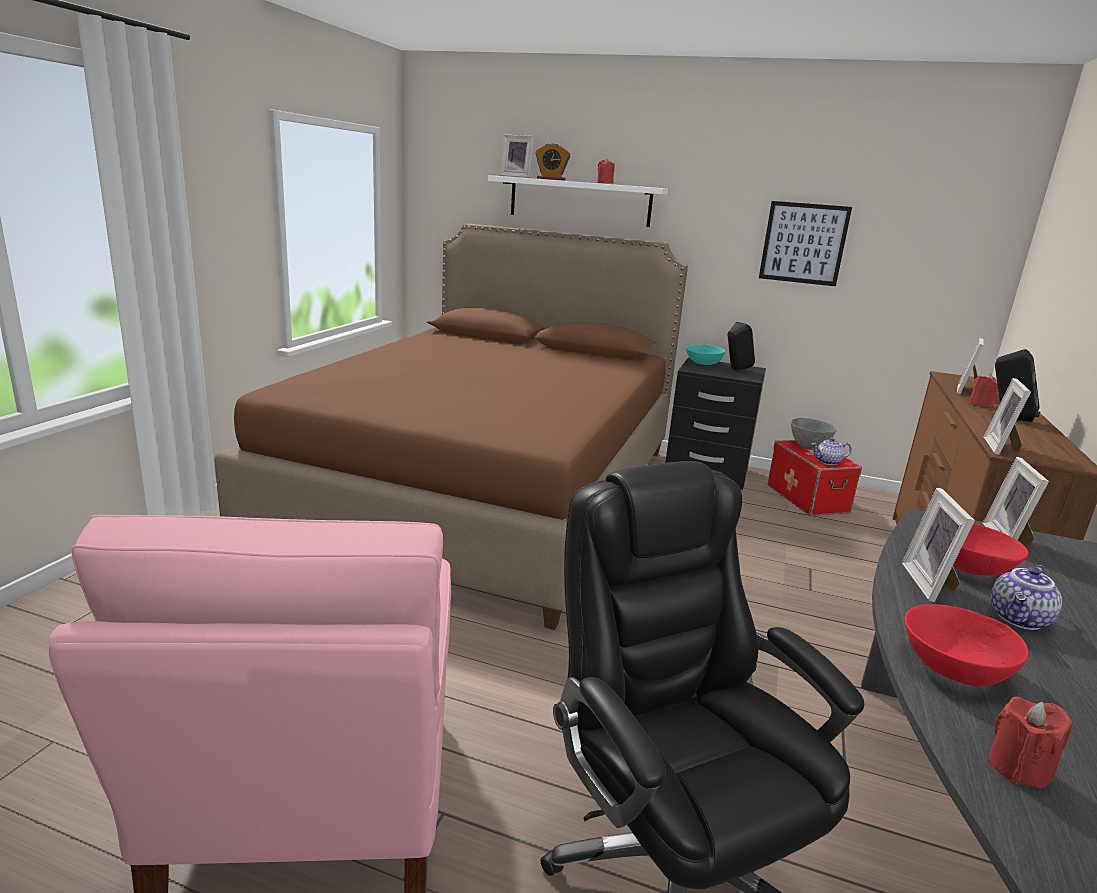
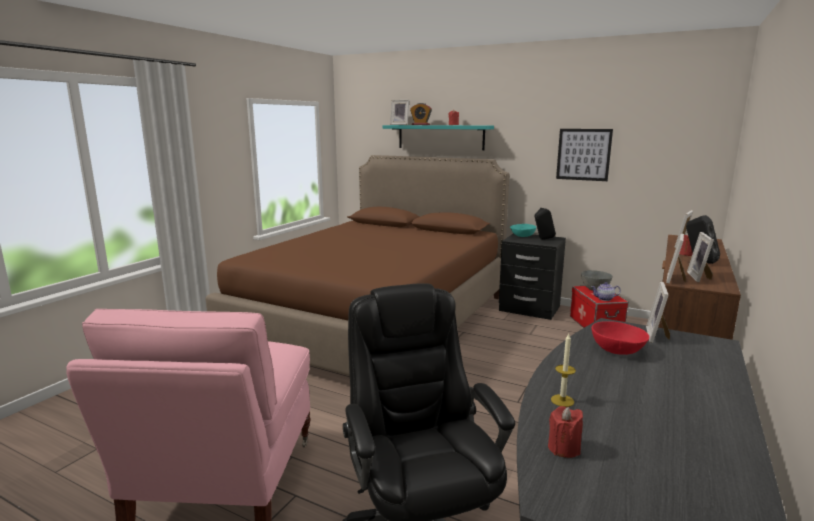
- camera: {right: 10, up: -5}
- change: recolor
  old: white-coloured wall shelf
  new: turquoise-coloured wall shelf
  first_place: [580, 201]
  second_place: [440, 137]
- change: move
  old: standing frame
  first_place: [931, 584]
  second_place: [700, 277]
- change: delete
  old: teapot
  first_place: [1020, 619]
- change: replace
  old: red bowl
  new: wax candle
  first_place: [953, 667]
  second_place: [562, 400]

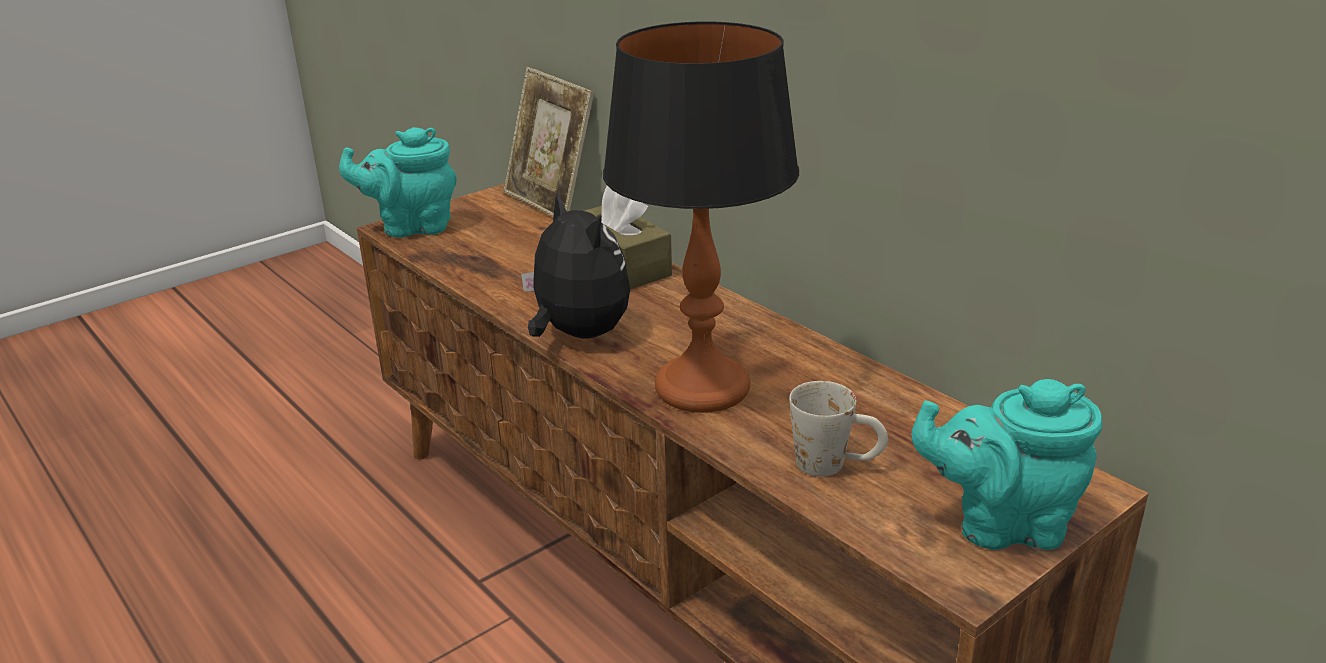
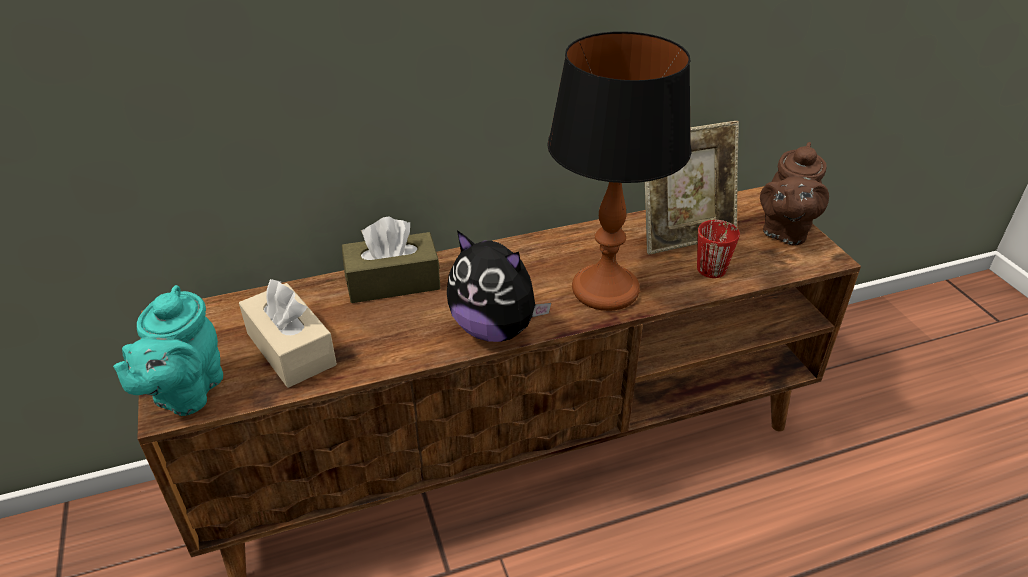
- camera: {right: -70, up: 10}
- change: move
  old: standing frame
  first_place: [551, 202]
  second_place: [684, 235]
- change: rotate
  old: soft toy
  first_place: [577, 334]
  second_place: [494, 329]
  degrees: -135
- change: recolor
  old: turquoise-coloured teapot
  new: brown-coloured teapot
  first_place: [1001, 524]
  second_place: [784, 231]
- change: recolor
  old: white-coloured tea mug
  new: red tea mug
  first_place: [835, 465]
  second_place: [715, 264]
- change: insert
  new: sand-coloured tissue box
  second_place: [291, 349]

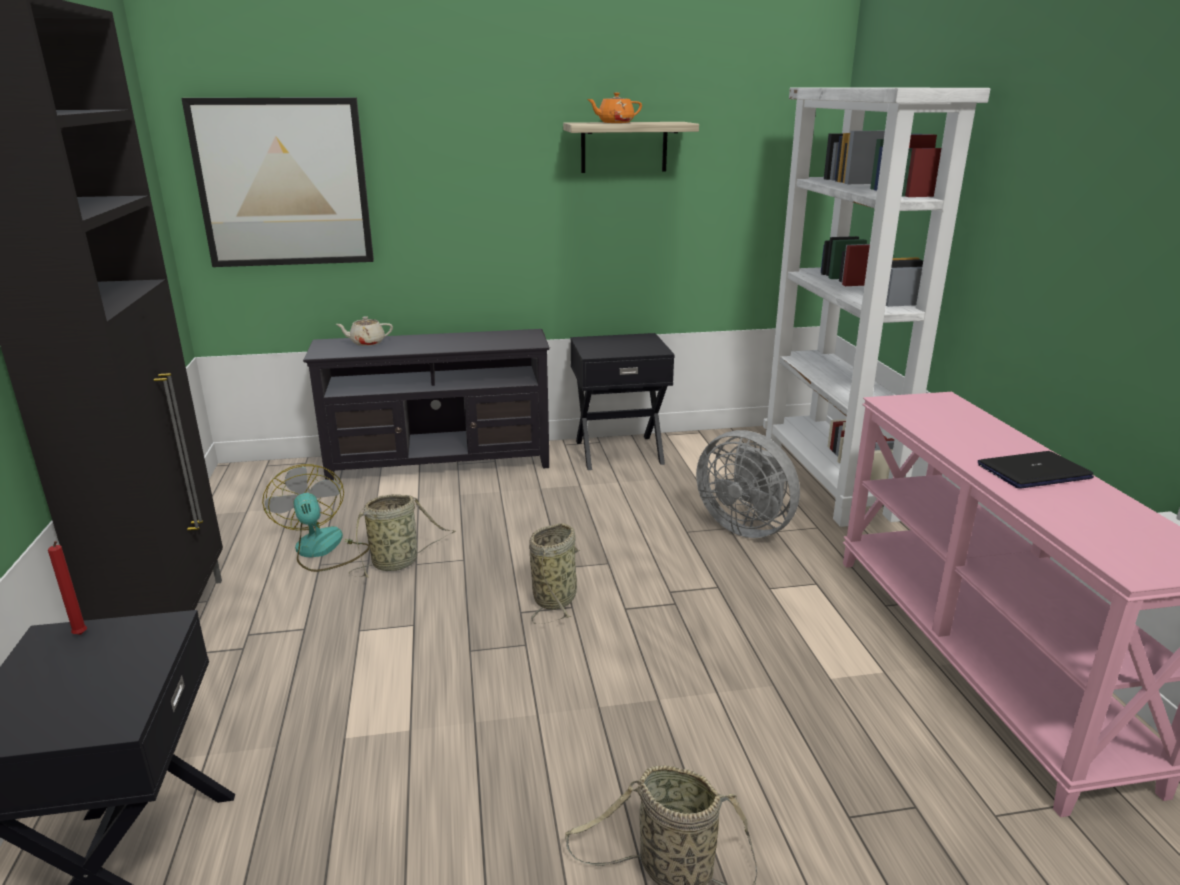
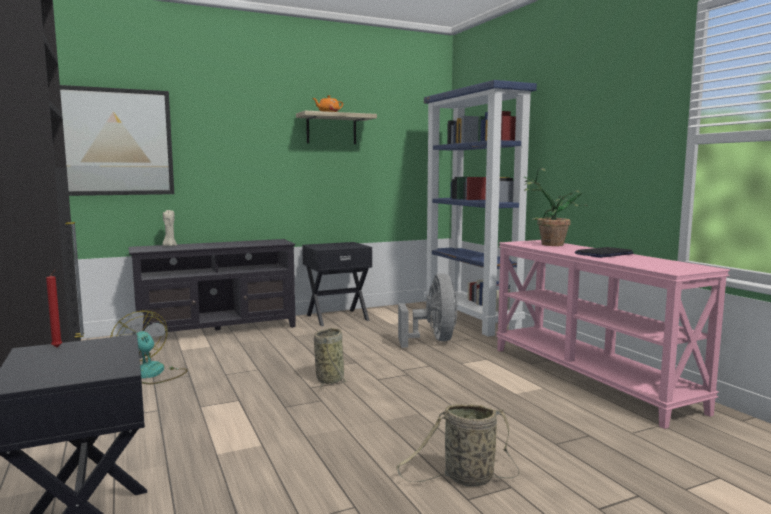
- camera: {right: -15, up: -15}
- change: recolor
  old: white-coloured bookcase
  new: blue-coloured bookcase
  first_place: [829, 480]
  second_place: [471, 319]
- change: replace
  old: sand-coloured teapot
  new: sand-coloured wax candle
  first_place: [367, 343]
  second_place: [169, 246]
- change: rotate
  old: greyish electric fan
  first_place: [746, 526]
  second_place: [433, 340]
  degrees: -120
- change: delete
  old: household basket
  first_place: [398, 562]
- change: insert
  new: houseplant
  second_place: [546, 244]

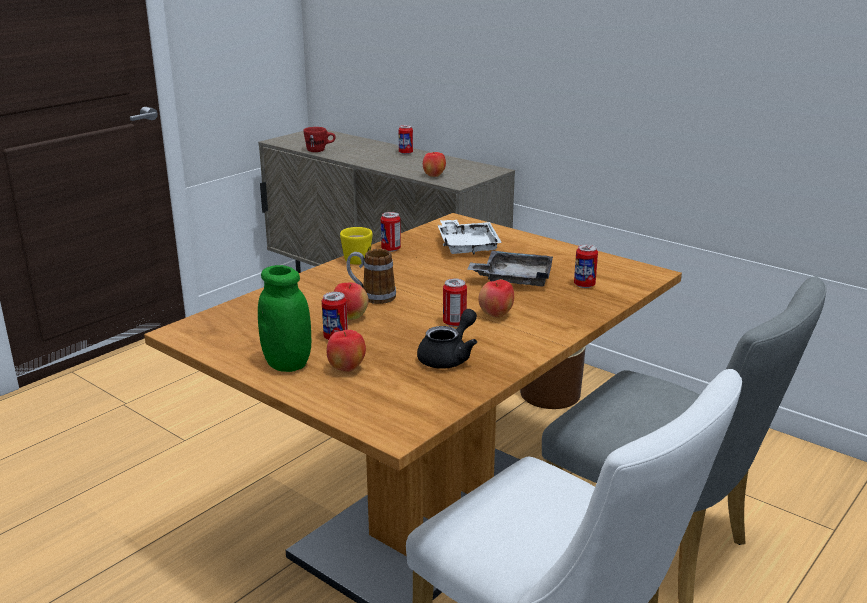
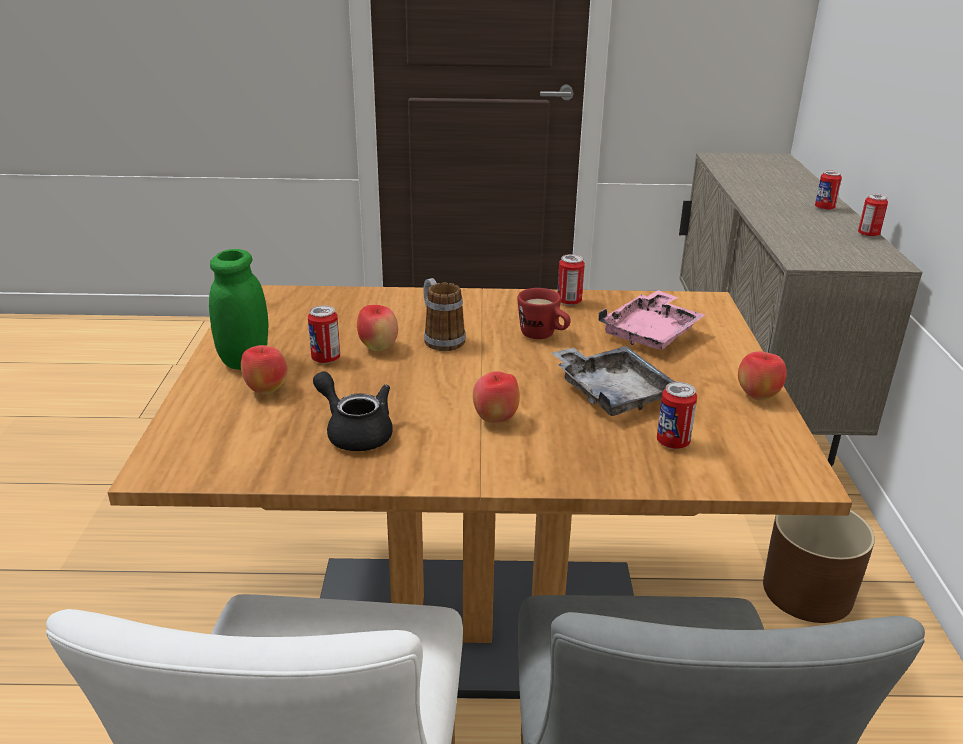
- camera: {right: 50, up: 5}
- change: move
  old: red tea mug
  first_place: [320, 150]
  second_place: [543, 336]
- change: move
  old: whole apple
  first_place: [434, 176]
  second_place: [757, 396]
- change: recolor
  old: white-coloured carrying tray
  new: pink-coloured carrying tray
  first_place: [467, 246]
  second_place: [651, 333]
- change: delete
  old: yellowish tea mug
  first_place: [355, 259]
- change: move
  old: metal can
  first_place: [454, 323]
  second_place: [868, 234]
- change: rotate
  old: black teapot
  first_place: [449, 357]
  second_place: [355, 432]
  degrees: -135

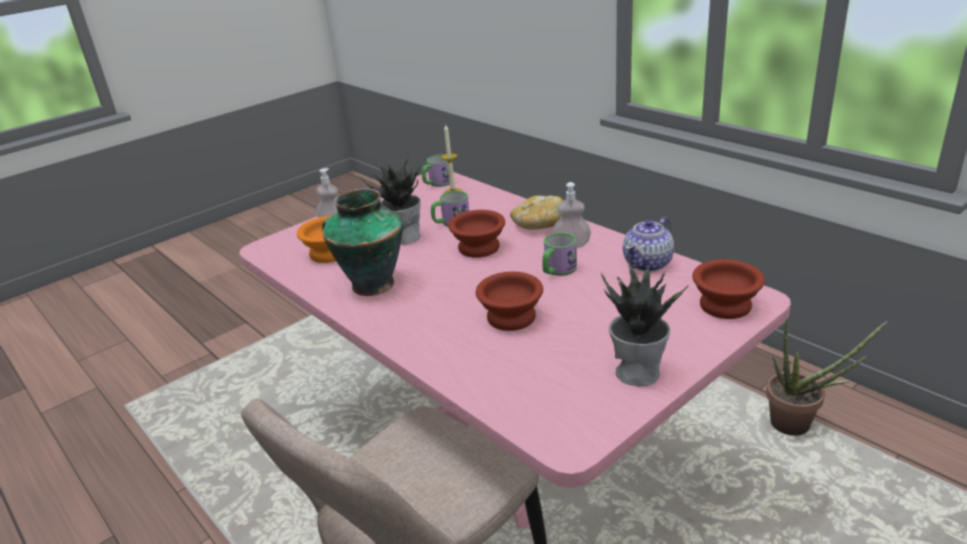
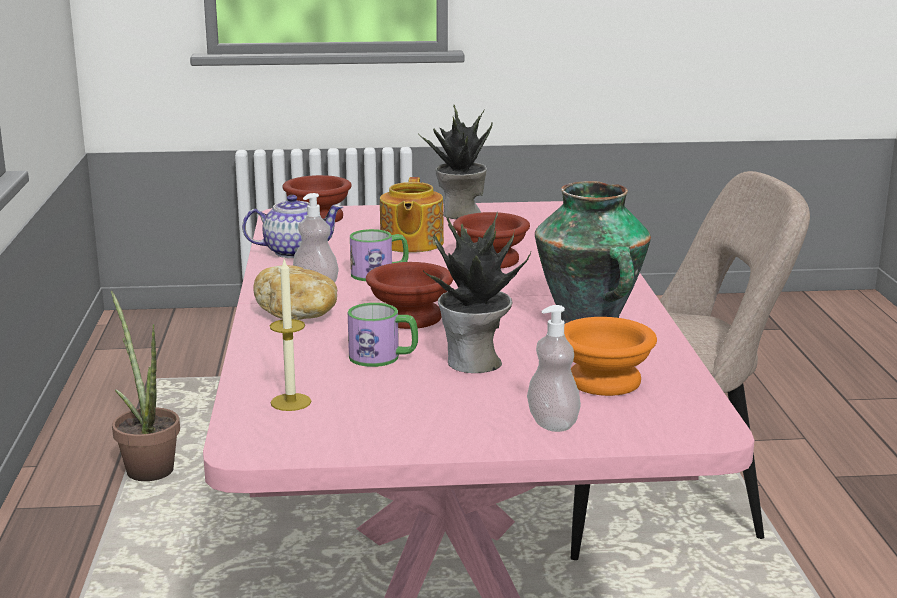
- camera: {right: -145, up: -10}
- change: delete
  old: tea mug
  first_place: [438, 183]
- change: insert
  new: teapot
  second_place: [410, 243]

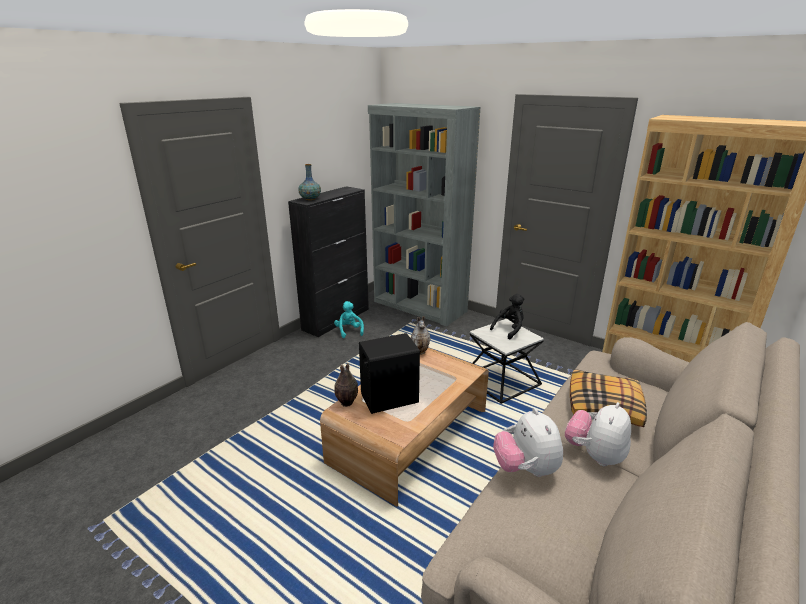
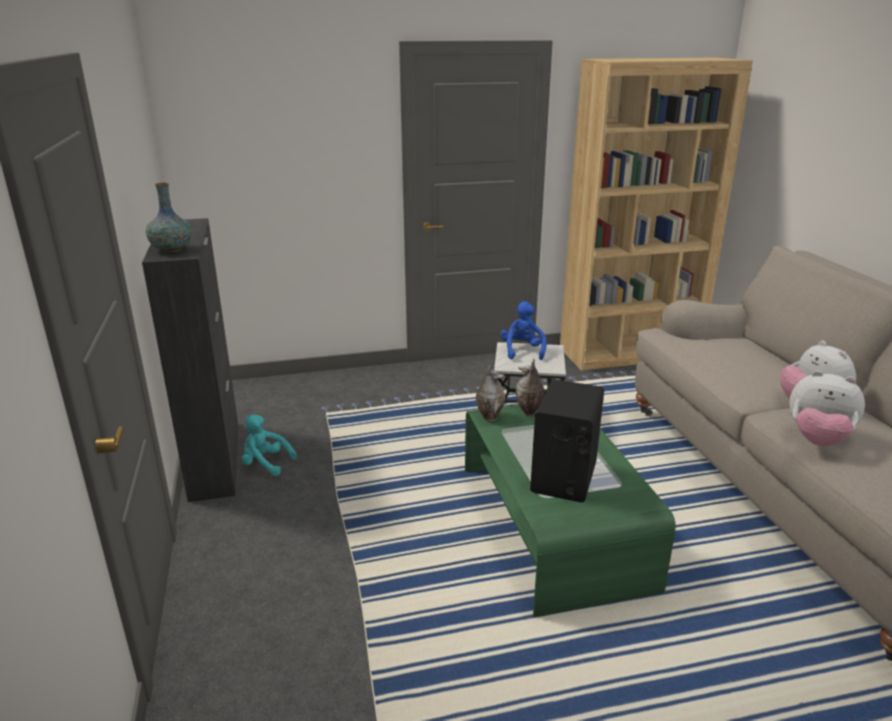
- camera: {right: -50, up: 0}
- change: delete
  old: greyish bookcase
  first_place: [419, 306]
- change: recolor
  old: black soft toy
  new: blue-coloured soft toy
  first_place: [509, 329]
  second_place: [522, 351]
- change: recolor
  old: brown-coloured lounge table
  new: greenish lounge table
  first_place: [410, 435]
  second_place: [552, 524]
- change: move
  old: flower vase
  first_place: [346, 403]
  second_place: [529, 412]
- change: delete
  old: cushion
  first_place: [605, 405]

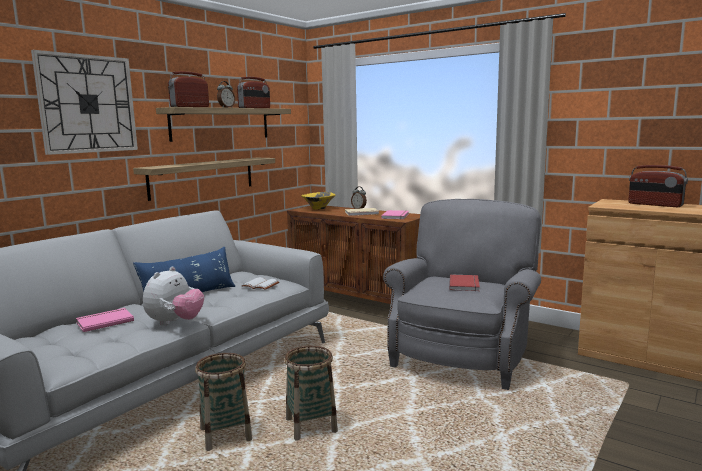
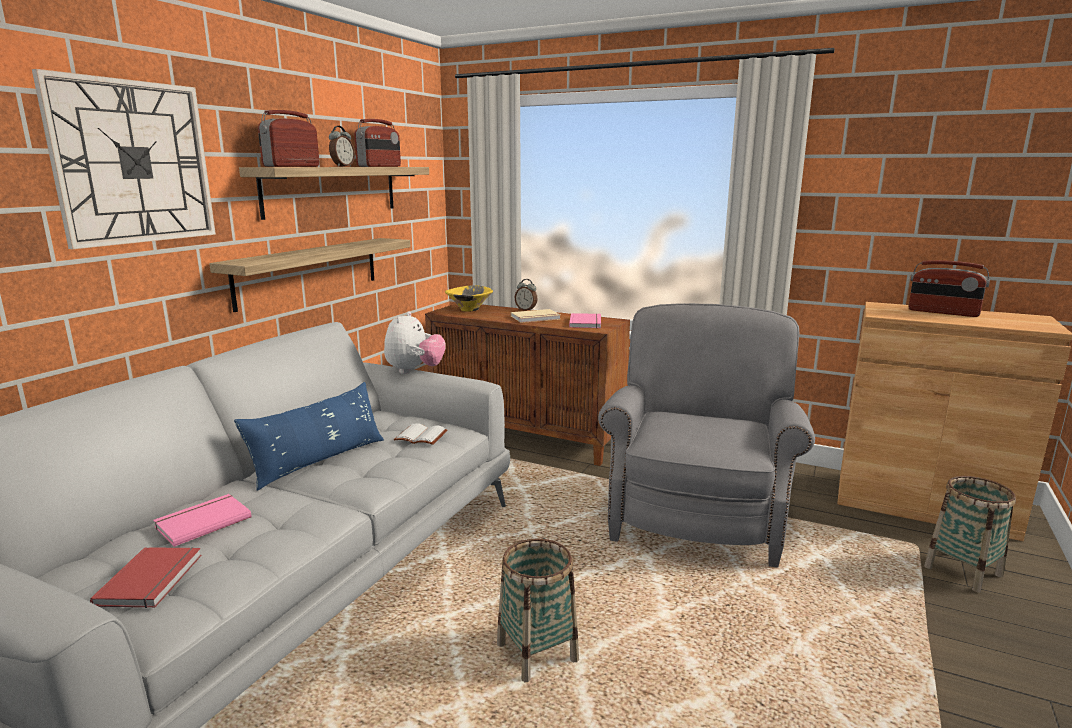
- camera: {right: -10, up: 5}
- change: move
  old: soft toy
  first_place: [175, 322]
  second_place: [414, 371]
- change: move
  old: red bound book
  first_place: [465, 284]
  second_place: [153, 579]
- change: move
  old: household basket
  first_place: [226, 435]
  second_place: [963, 571]

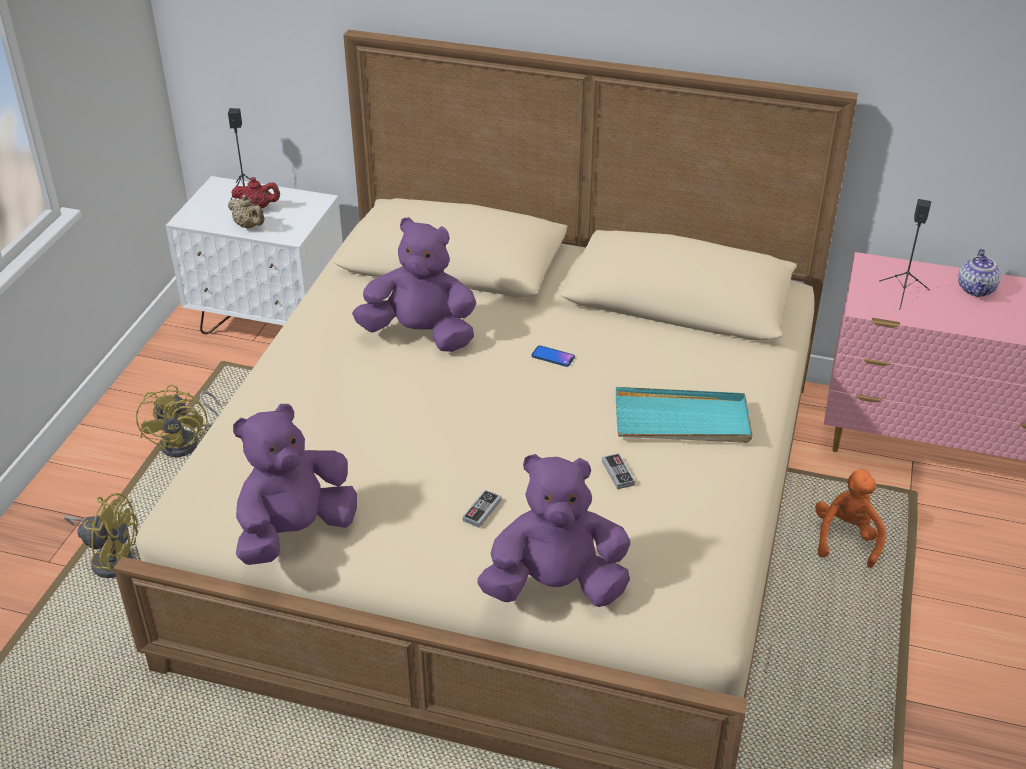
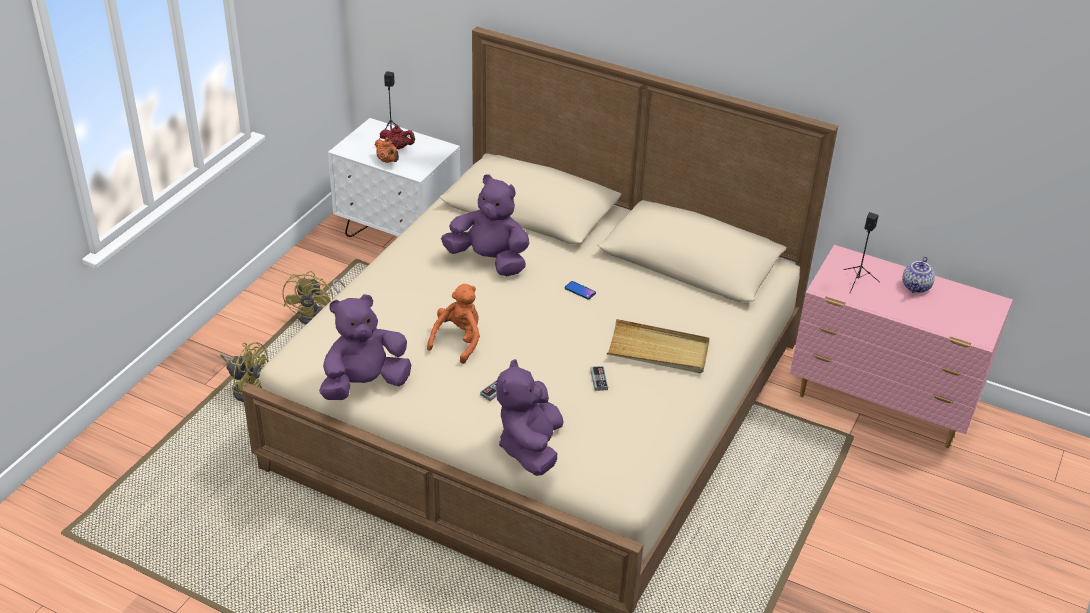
- camera: {right: 10, up: 0}
- change: recolor
  old: sand-coloured teapot
  new: orange teapot
  first_place: [249, 226]
  second_place: [388, 161]
- change: recolor
  old: turquoise-coloured carrying tray
  new: sand-coloured carrying tray
  first_place: [682, 421]
  second_place: [658, 350]
- change: rotate
  old: purplish soft toy
  first_place: [555, 586]
  second_place: [530, 448]
  degrees: -90
- change: move
  old: orange soft toy
  first_place: [846, 538]
  second_place: [458, 341]

